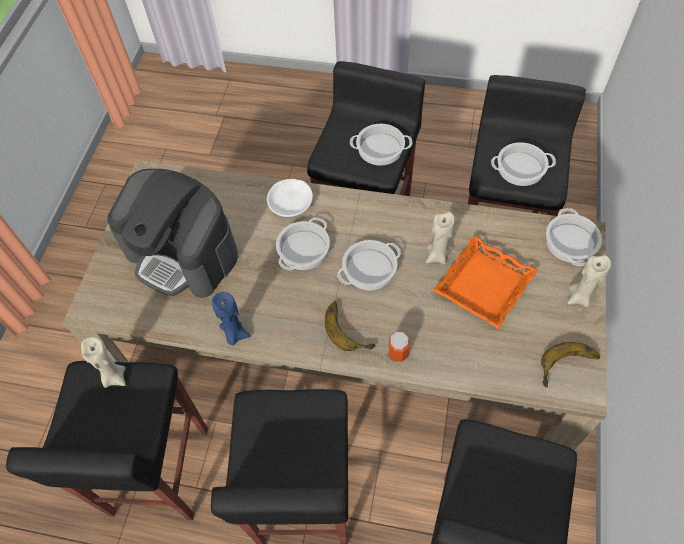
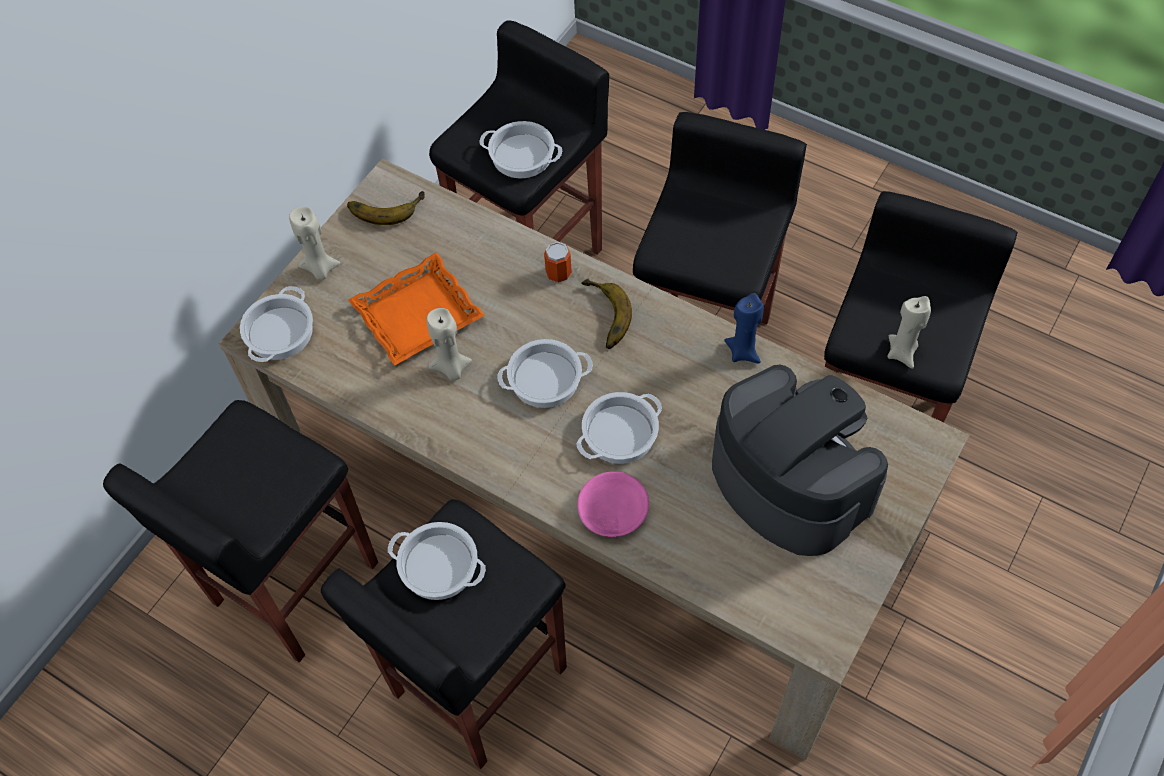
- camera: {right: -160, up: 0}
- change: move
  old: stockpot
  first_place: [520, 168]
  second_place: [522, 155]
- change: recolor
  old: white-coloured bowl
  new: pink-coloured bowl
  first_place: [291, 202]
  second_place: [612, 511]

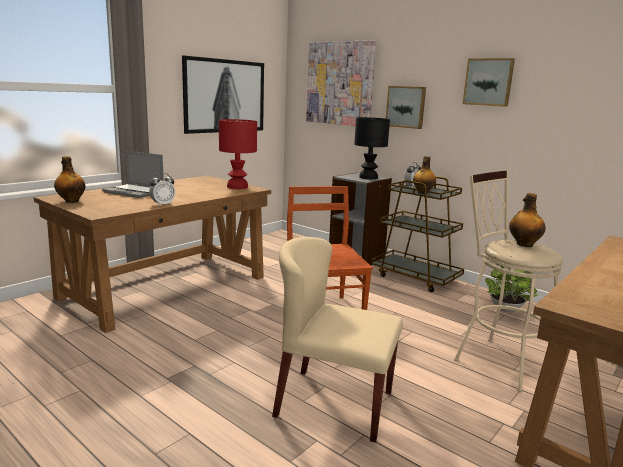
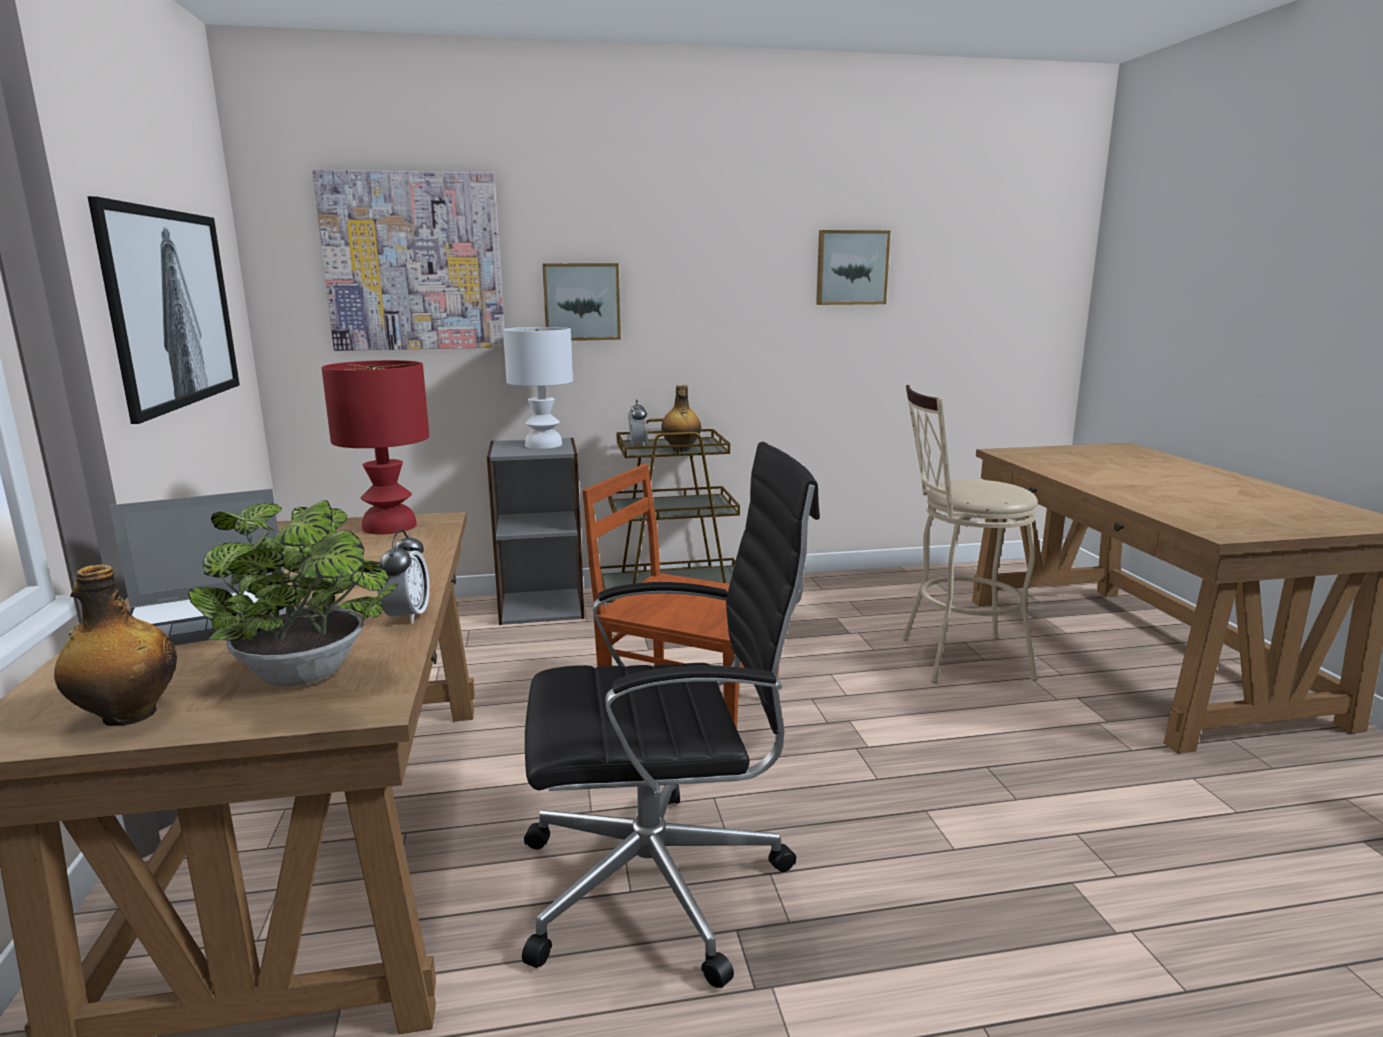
- camera: {right: -50, up: 0}
- change: move
  old: wall picture
  first_place: [488, 82]
  second_place: [851, 267]
- change: recolor
  old: black lamp for a table
  new: white-coloured lamp for a table
  first_place: [368, 177]
  second_place: [542, 445]
- change: delete
  old: drink bottle
  first_place: [523, 244]
- change: delete
  old: sand-coloured chair
  first_place: [333, 403]
- change: move
  old: houseplant
  first_place: [507, 310]
  second_place: [308, 677]
- change: insert
  new: black office chair
  second_place: [662, 883]

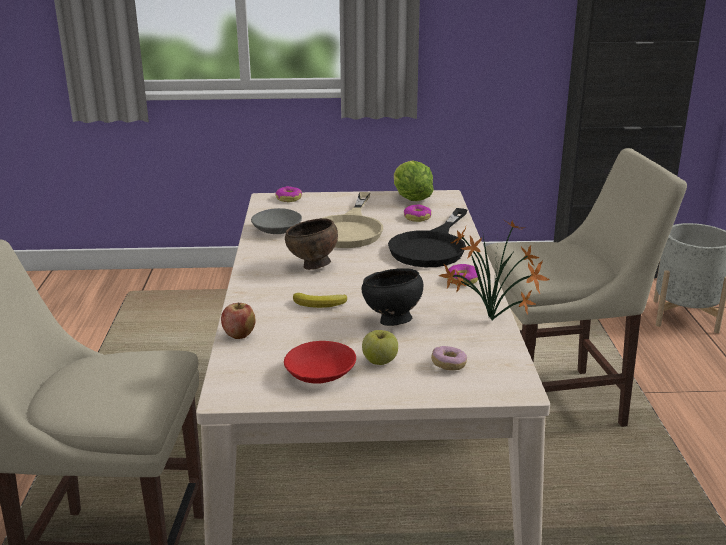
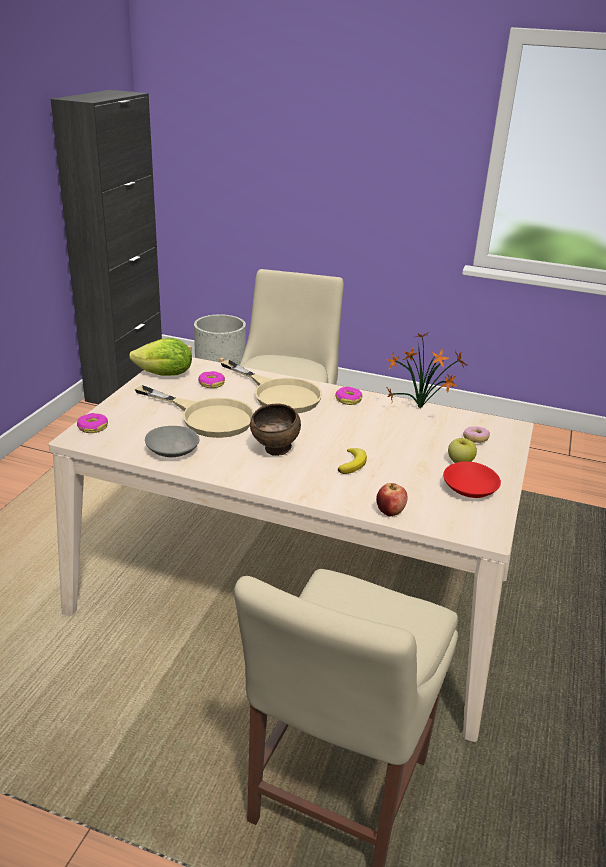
- camera: {right: -70, up: 5}
- change: recolor
  old: black frying pan
  new: sand-coloured frying pan
  first_place: [432, 247]
  second_place: [279, 394]
- change: delete
  old: black bowl
  first_place: [391, 321]

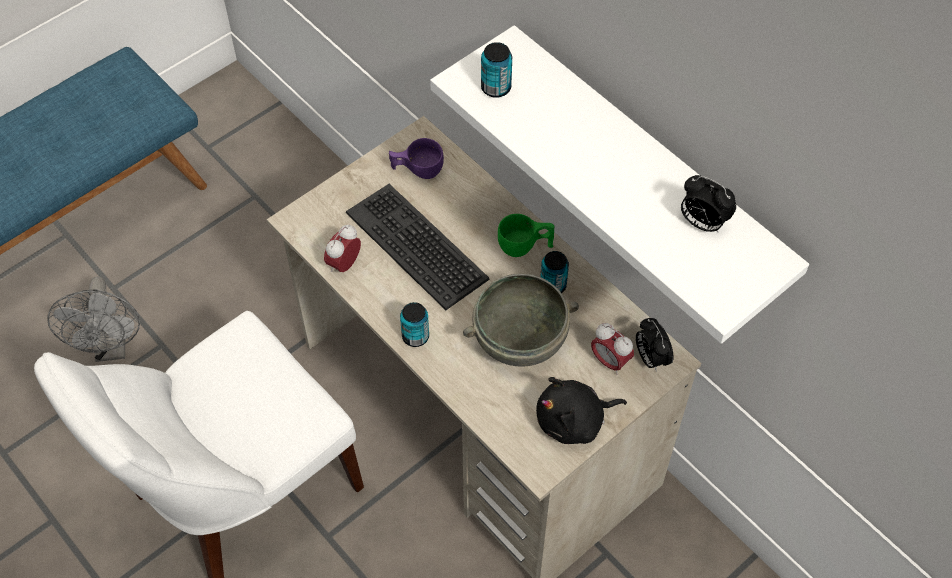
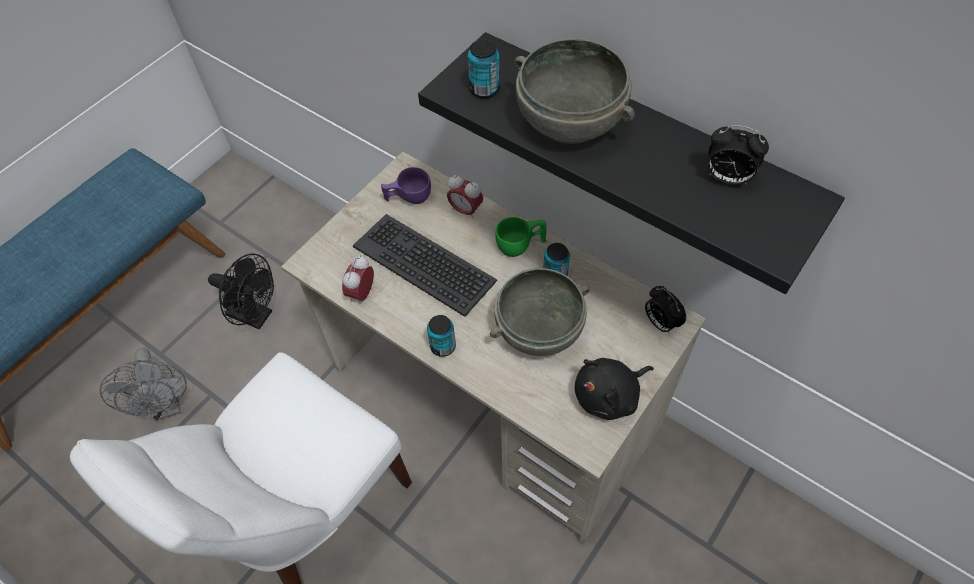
- camera: {right: -10, up: 0}
- change: recolor
  old: white-coloured wall shelf
  new: black wall shelf
  first_place: [646, 169]
  second_place: [641, 144]
- change: move
  old: bedside clock
  first_place: [609, 361]
  second_place: [465, 210]
- change: insert
  new: greyish bowl
  second_place: [571, 121]
- change: insert
  new: black electric fan
  second_place: [256, 315]

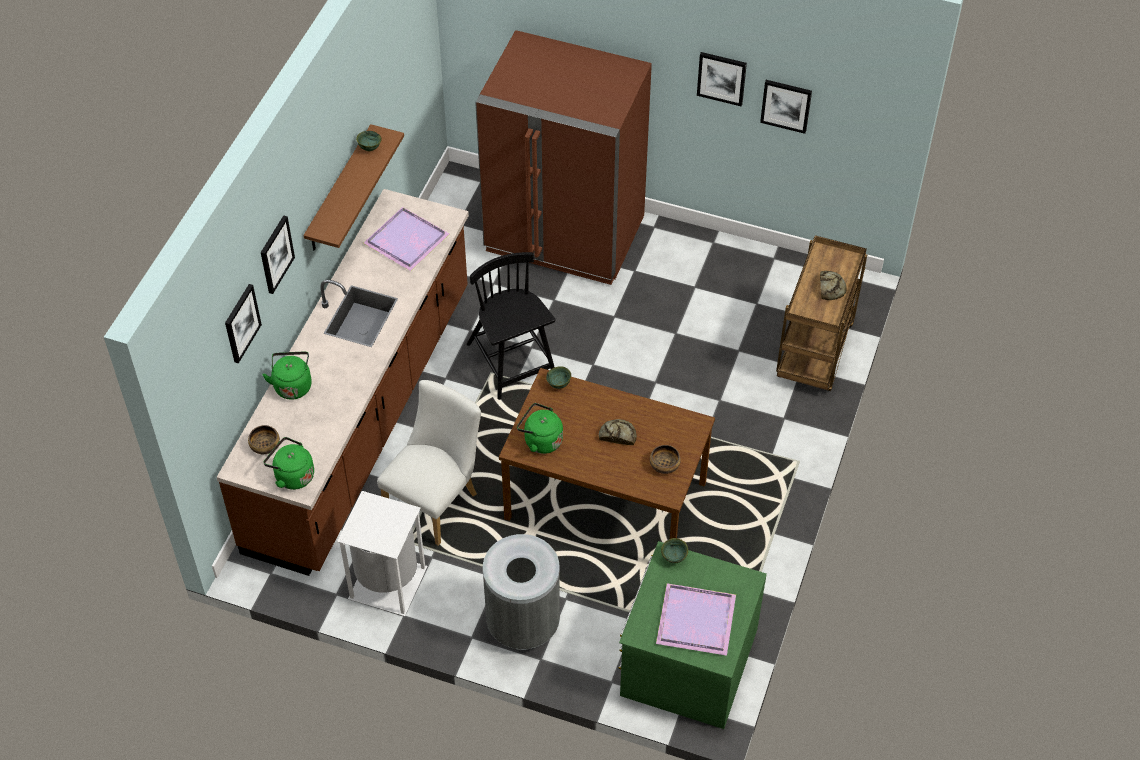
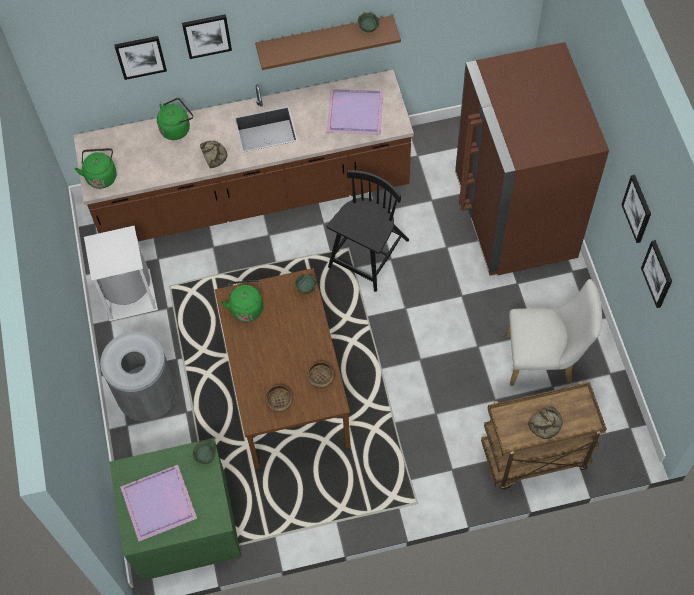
- camera: {right: 60, up: 10}
- change: move
  old: white-coloured chair
  first_place: [436, 500]
  second_place: [544, 359]
- change: move
  old: baked bread
  first_place: [617, 435]
  second_place: [213, 155]
- change: move
  old: bowl
  first_place: [265, 445]
  second_place: [321, 379]

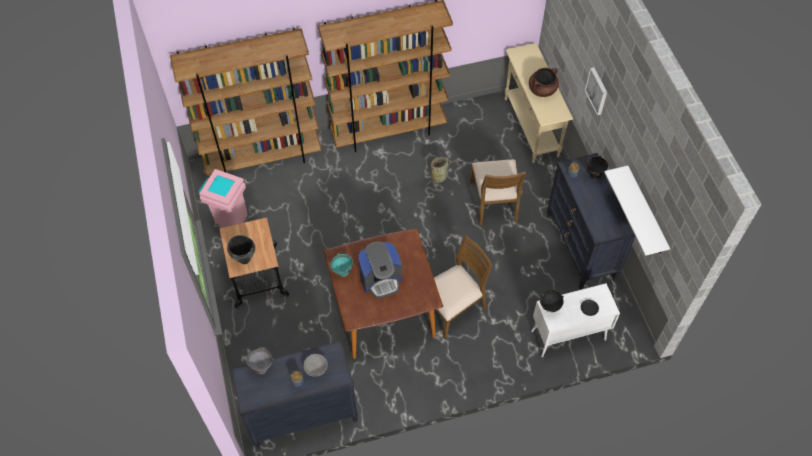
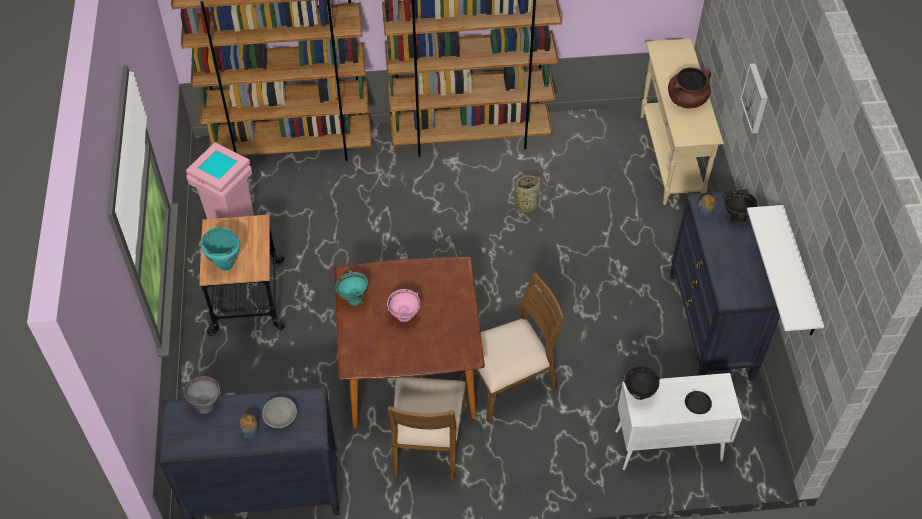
- camera: {right: 10, up: -5}
- change: move
  old: brown-coloured chair
  first_place: [494, 202]
  second_place: [427, 442]
- change: recolor
  old: black stockpot
  new: turquoise-coloured stockpot
  first_place: [244, 259]
  second_place: [225, 264]
- change: replace
  old: coffee brewer
  new: pink-coloured bowl
  first_place: [381, 279]
  second_place: [405, 317]

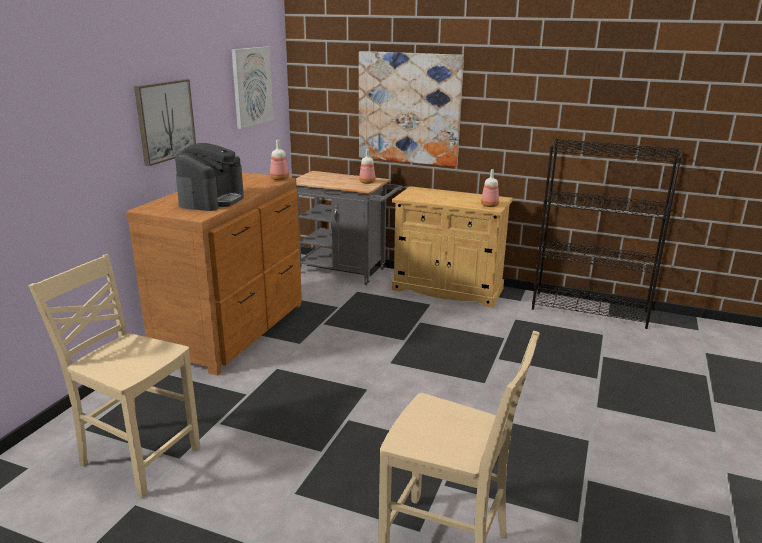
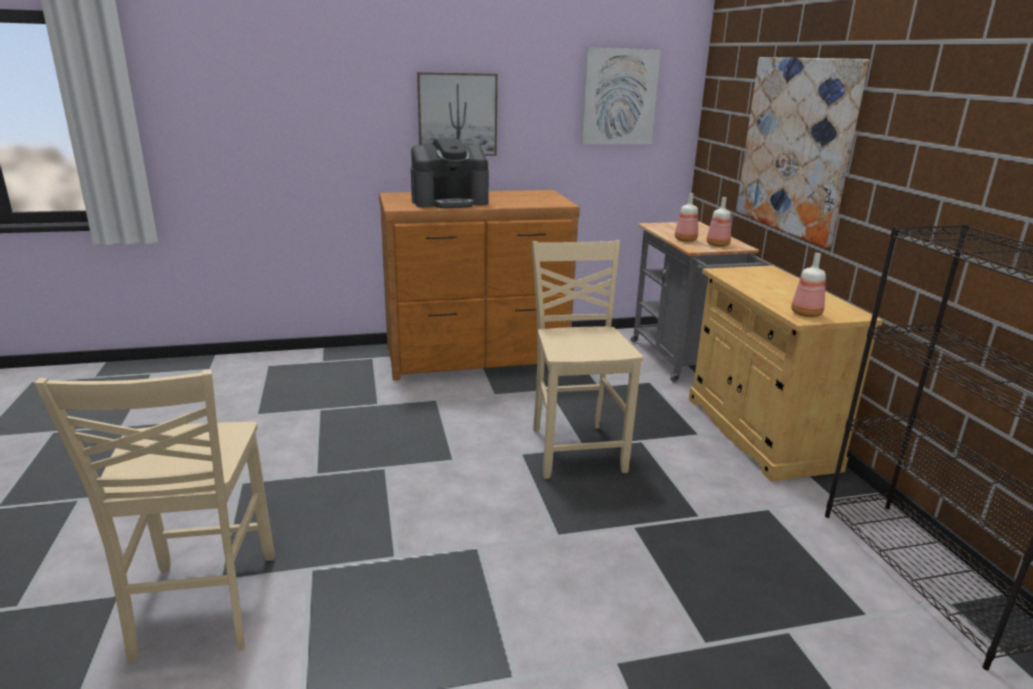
- camera: {right: 55, up: 0}
- change: move
  old: drink bottle
  first_place: [280, 179]
  second_place: [685, 240]
- change: move
  old: sand-coloured chair
  first_place: [138, 456]
  second_place: [576, 449]

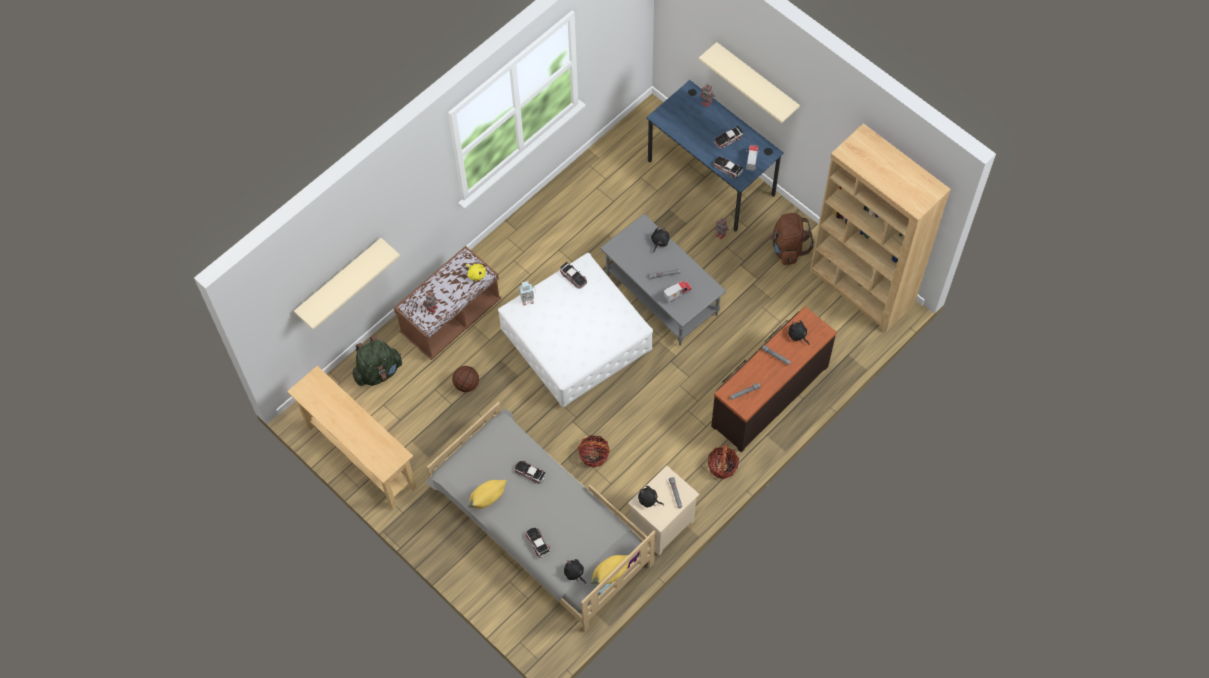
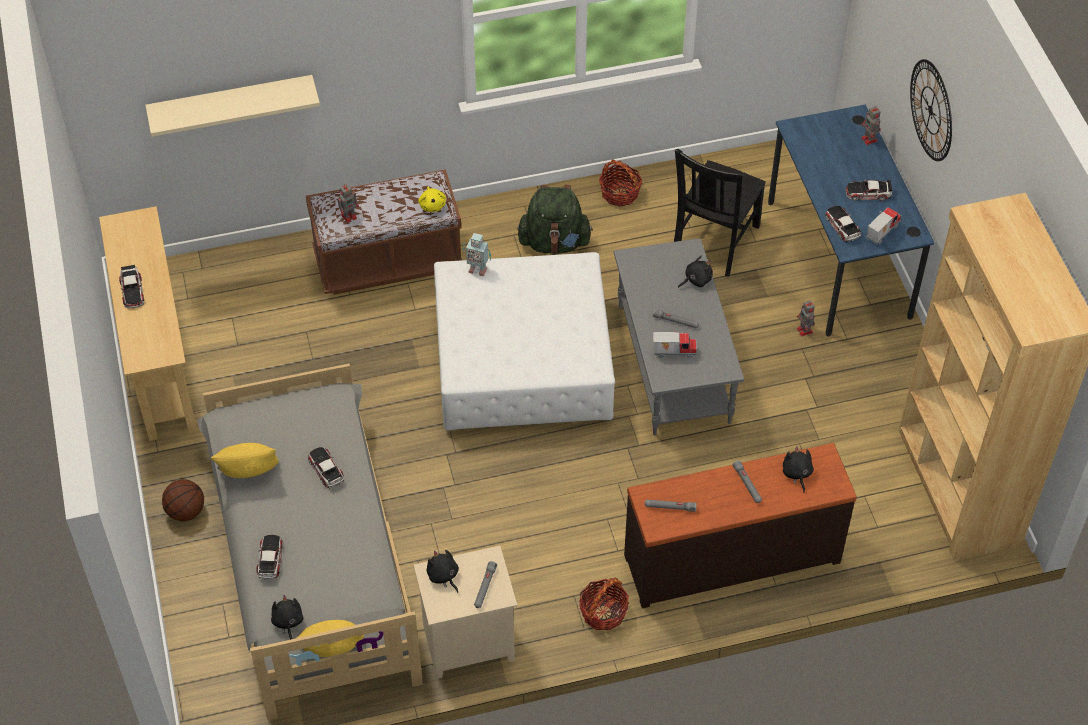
- camera: {right: 30, up: -10}
- change: replace
  old: sand-coloured wall shelf
  new: clock on the wall
  first_place: [757, 80]
  second_place: [931, 110]
- change: delete
  old: brown-coloured backpack
  first_place: [788, 248]
- change: move
  old: toy car
  first_place: [573, 277]
  second_place: [132, 290]
- change: move
  old: greenish backpack
  first_place: [378, 372]
  second_place: [554, 242]
- change: move
  old: basketball ball
  first_place: [466, 385]
  second_place: [185, 511]
- change: move
  old: household basket
  first_place: [594, 455]
  second_place: [619, 193]
- change: insert
  new: black chair
  second_place: [714, 242]

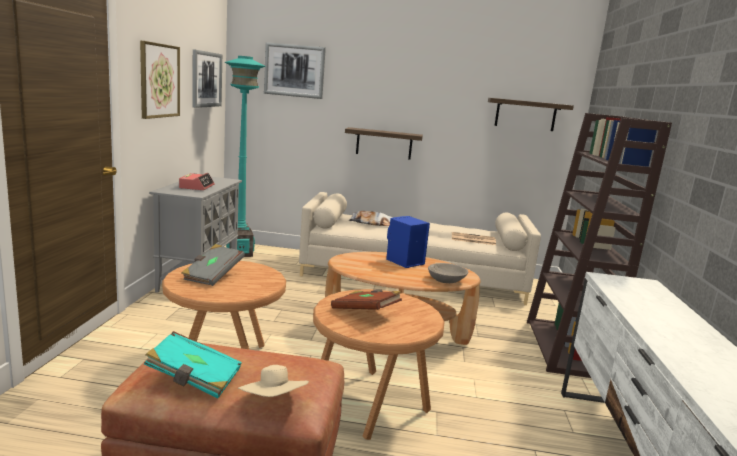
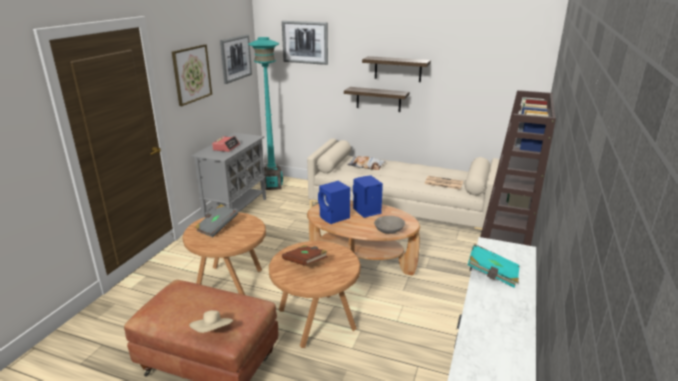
- camera: {right: 15, up: 10}
- change: move
  old: wall shelf
  first_place: [525, 114]
  second_place: [398, 69]
- change: move
  old: turquoise-coloured bound book
  first_place: [194, 379]
  second_place: [492, 274]
- change: insert
  new: blue-coloured loudspeaker
  second_place: [334, 217]

